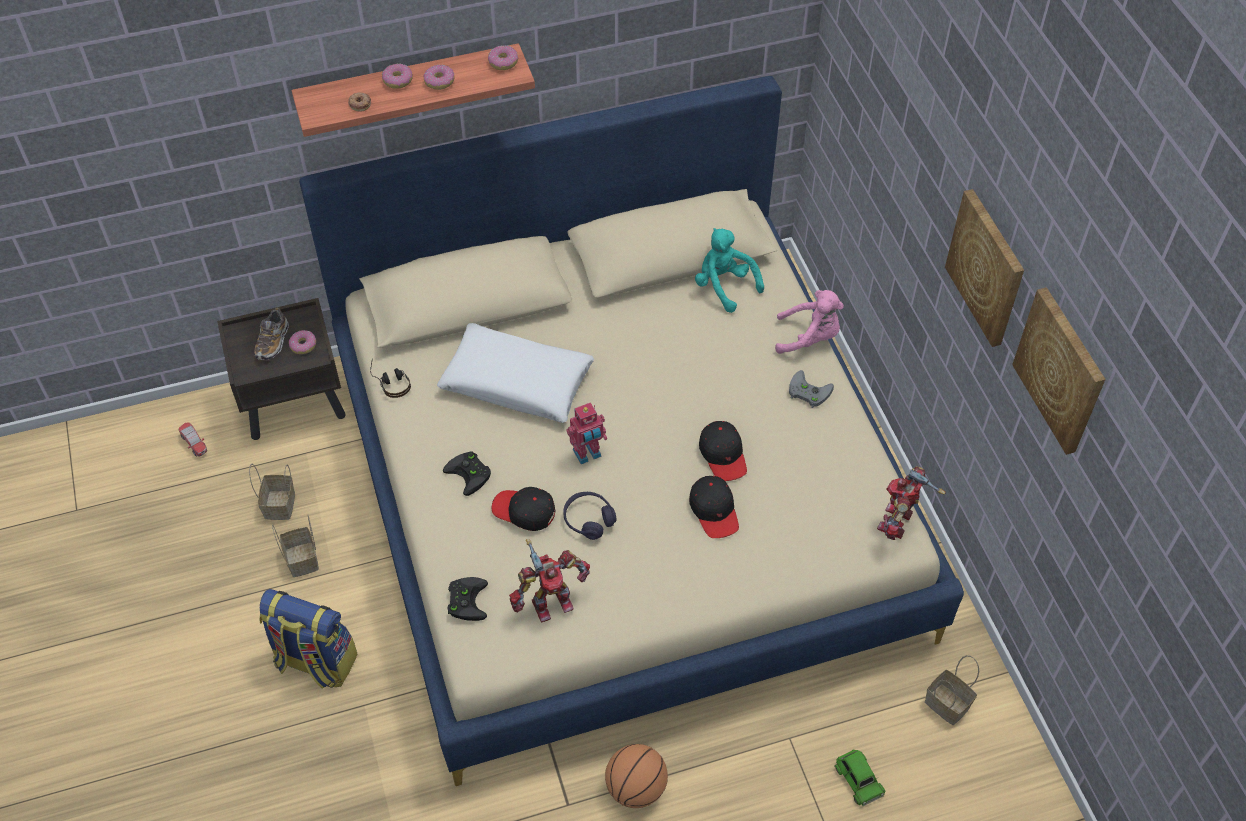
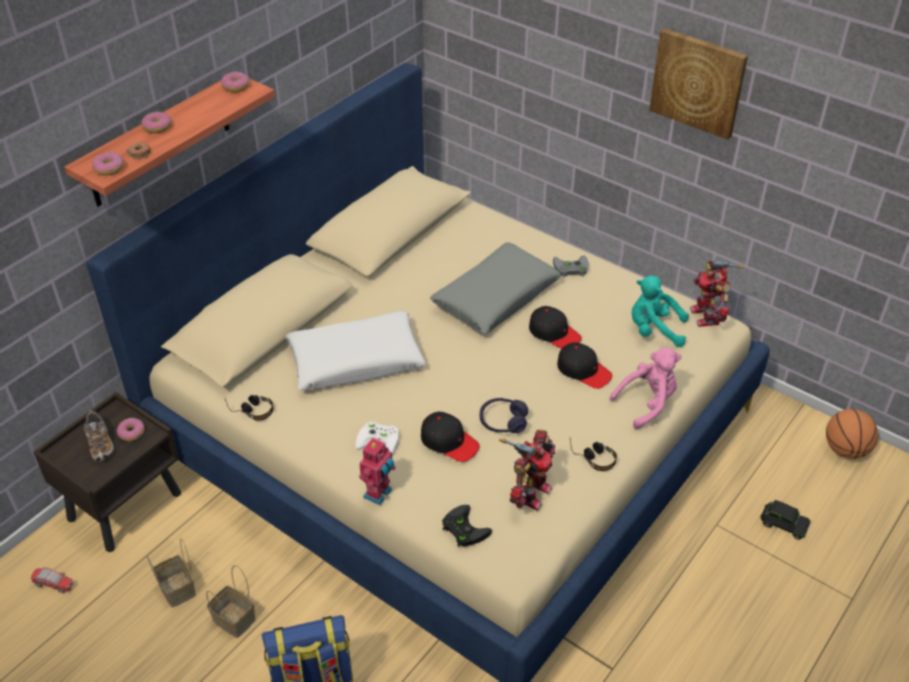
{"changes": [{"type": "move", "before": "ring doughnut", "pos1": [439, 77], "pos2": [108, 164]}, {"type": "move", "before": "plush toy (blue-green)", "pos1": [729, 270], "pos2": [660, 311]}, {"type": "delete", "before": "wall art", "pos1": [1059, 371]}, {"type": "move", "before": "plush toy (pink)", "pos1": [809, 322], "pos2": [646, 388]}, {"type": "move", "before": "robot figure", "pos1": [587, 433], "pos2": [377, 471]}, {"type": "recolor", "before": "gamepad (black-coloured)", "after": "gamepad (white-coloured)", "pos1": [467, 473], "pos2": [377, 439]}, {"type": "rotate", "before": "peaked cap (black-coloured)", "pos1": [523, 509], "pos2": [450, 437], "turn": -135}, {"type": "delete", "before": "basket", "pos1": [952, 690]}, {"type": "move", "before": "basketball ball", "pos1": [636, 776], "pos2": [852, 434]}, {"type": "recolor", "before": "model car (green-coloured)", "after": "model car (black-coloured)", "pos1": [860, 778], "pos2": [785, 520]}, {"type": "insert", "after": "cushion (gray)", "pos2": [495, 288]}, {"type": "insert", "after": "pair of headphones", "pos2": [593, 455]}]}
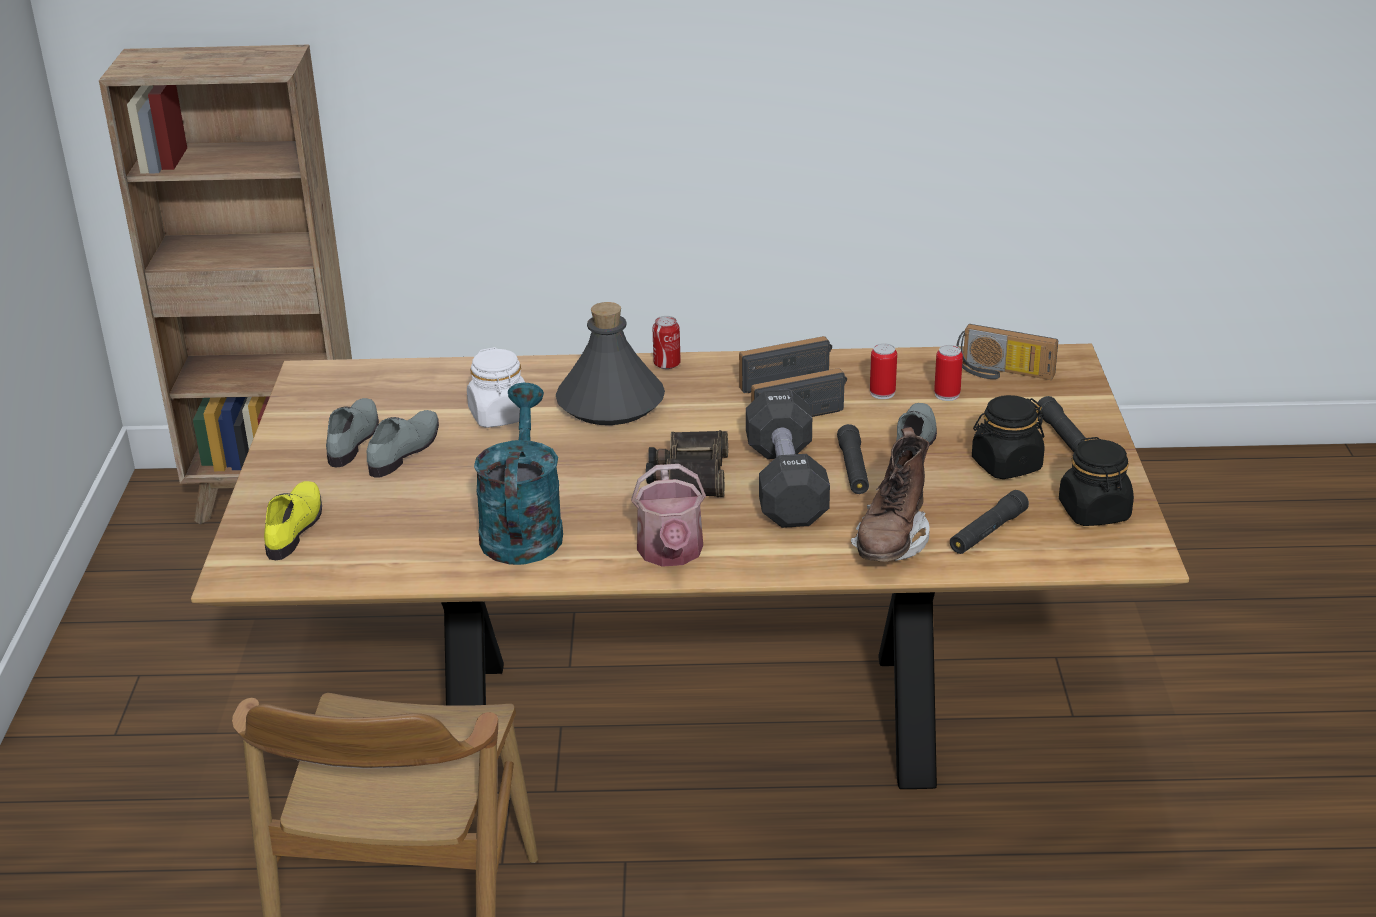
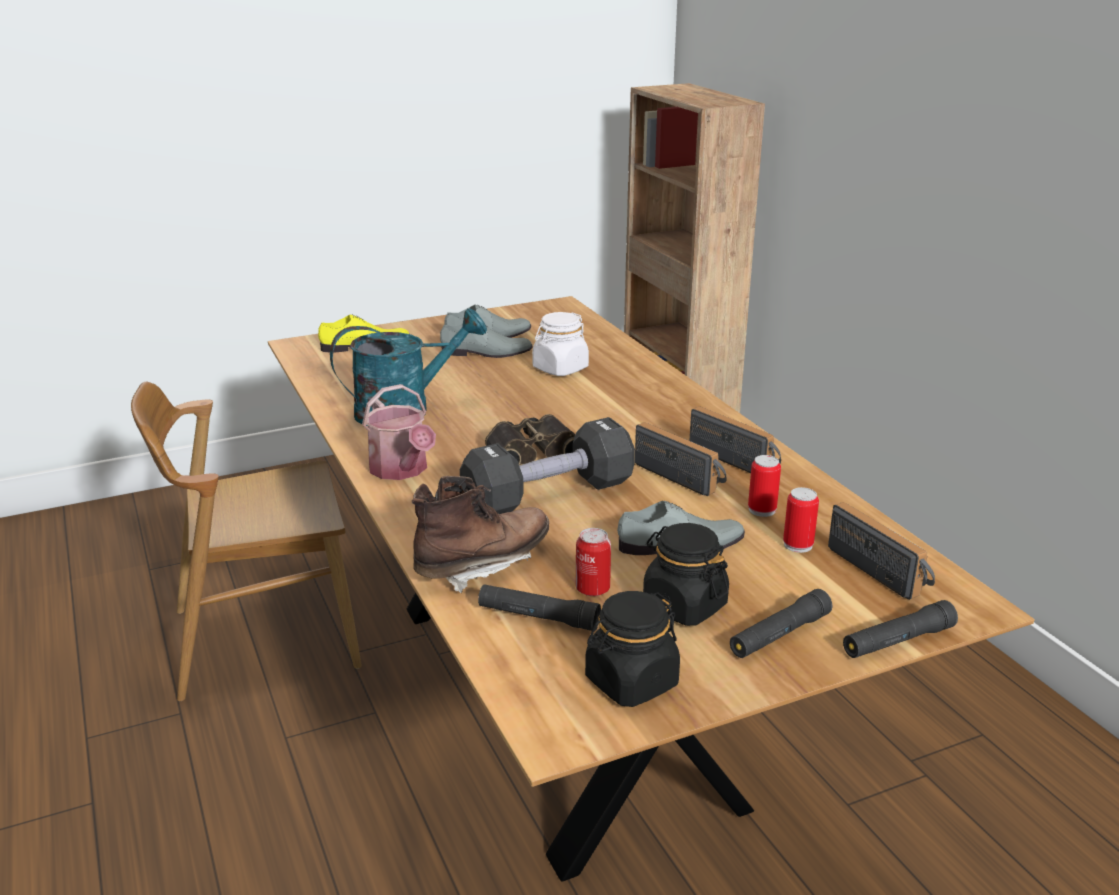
{"changes": [{"type": "delete", "before": "drink bottle (gray)", "pos1": [610, 363]}, {"type": "move", "before": "sealed can", "pos1": [667, 342], "pos2": [593, 562]}, {"type": "rotate", "before": "radio", "pos1": [1007, 352], "pos2": [881, 551], "turn": 150}, {"type": "move", "before": "torch (black-coloured)", "pos1": [853, 459], "pos2": [900, 629]}, {"type": "rotate", "before": "tall boot (brownish)", "pos1": [890, 494], "pos2": [480, 534], "turn": 150}, {"type": "rotate", "before": "sprinkling can", "pos1": [668, 515], "pos2": [399, 432], "turn": -90}]}
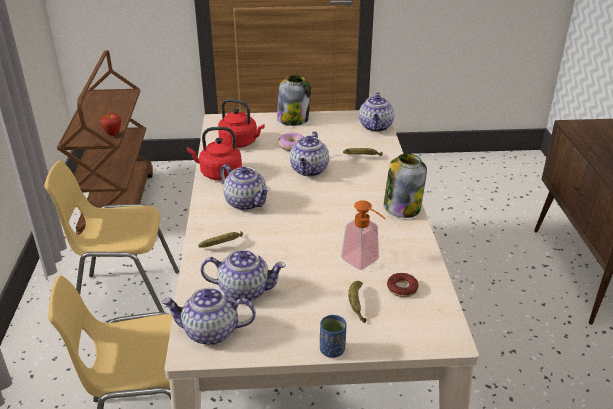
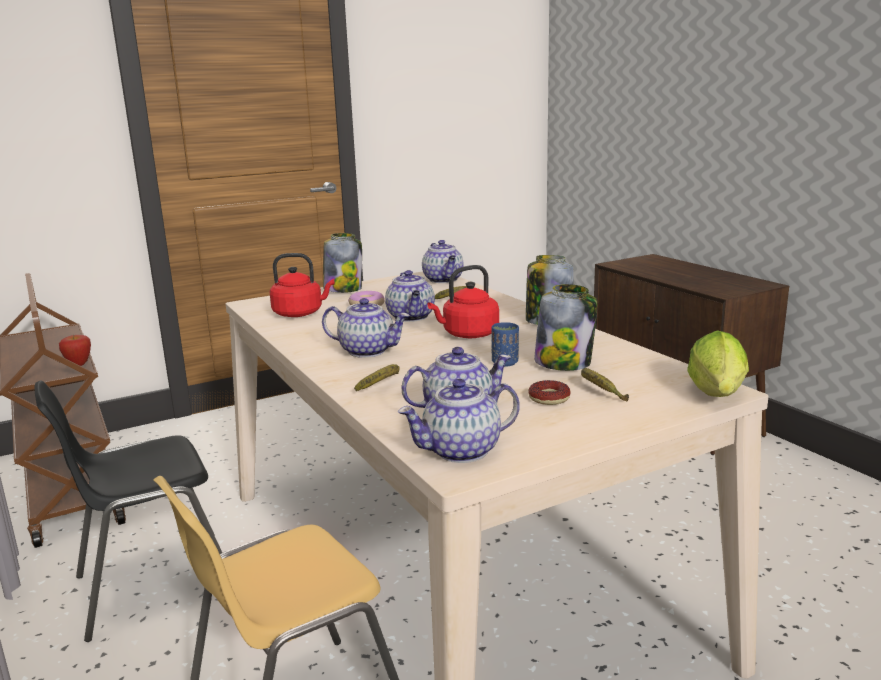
{"changes": [{"type": "move", "before": "kettle (reddish)", "pos1": [214, 153], "pos2": [463, 301]}, {"type": "recolor", "before": "plain chair (yellowish)", "after": "plain chair (black-coloured)", "pos1": [111, 236], "pos2": [128, 511]}, {"type": "replace", "before": "soap dispenser", "after": "preserve jar", "pos1": [363, 235], "pos2": [566, 327]}, {"type": "move", "before": "ring doughnut", "pos1": [403, 285], "pos2": [549, 392]}, {"type": "move", "before": "small cup (blue)", "pos1": [333, 336], "pos2": [505, 344]}, {"type": "insert", "after": "head of lettuce", "pos2": [718, 363]}]}
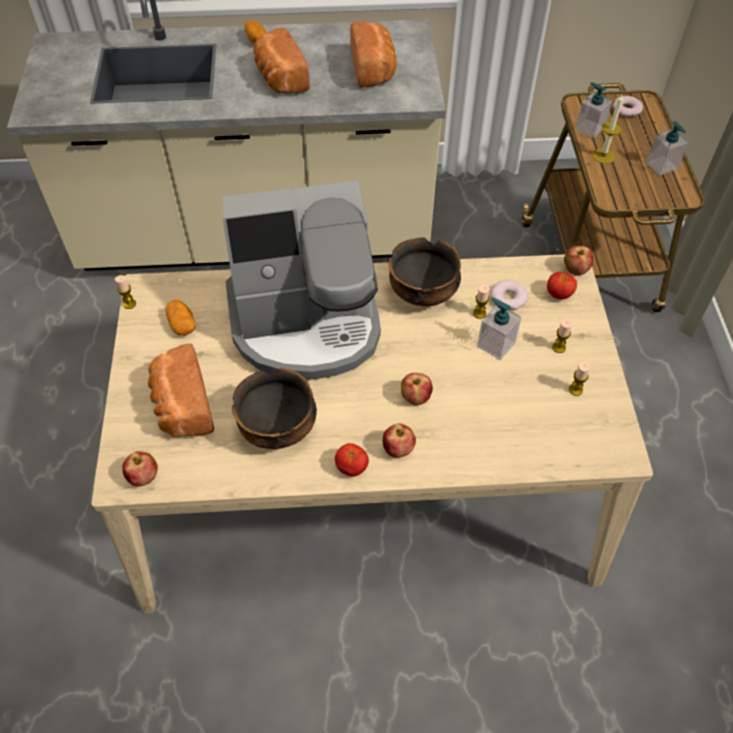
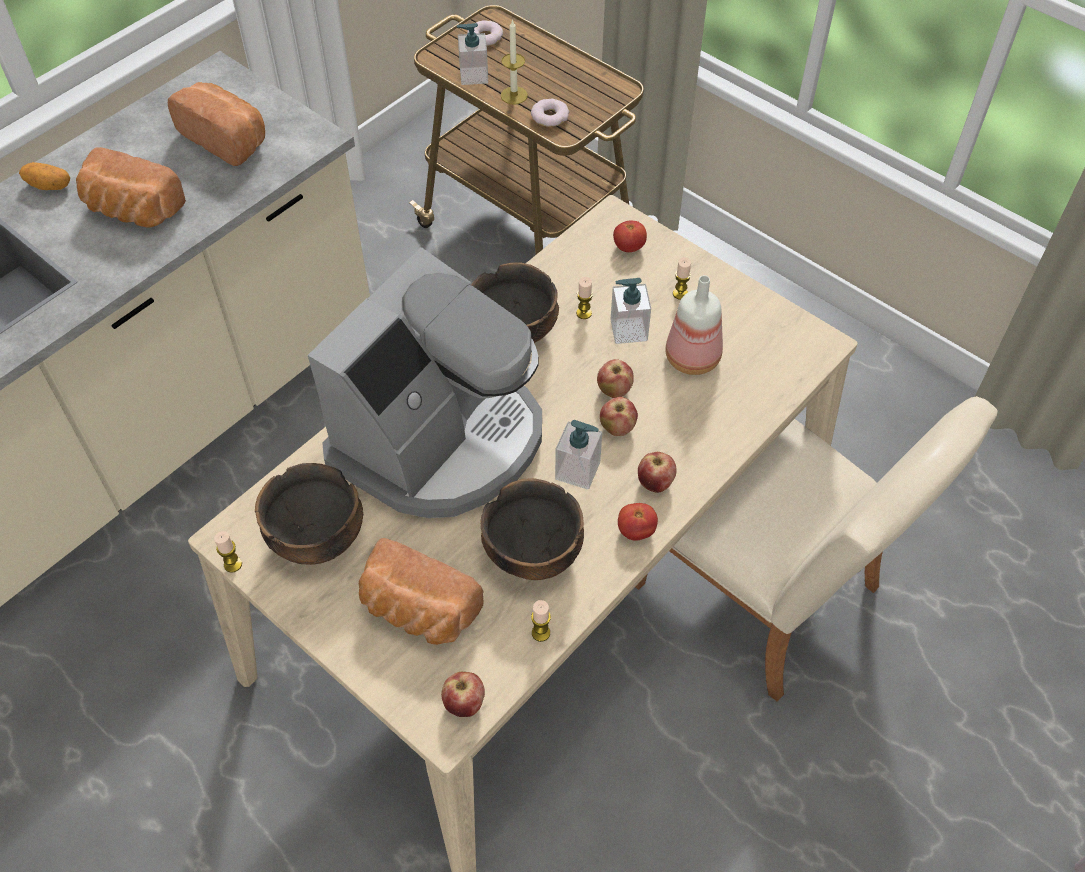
{"changes": [{"type": "move", "before": "soap dispenser", "pos1": [667, 148], "pos2": [578, 455]}, {"type": "move", "before": "apple fruit", "pos1": [578, 261], "pos2": [615, 378]}, {"type": "move", "before": "ring doughnut", "pos1": [509, 295], "pos2": [550, 113]}, {"type": "replace", "before": "potato", "after": "serving bowl", "pos1": [180, 318], "pos2": [309, 514]}, {"type": "move", "before": "wax light", "pos1": [580, 378], "pos2": [541, 621]}, {"type": "insert", "after": "drink bottle", "pos2": [694, 325]}, {"type": "insert", "after": "plain chair (beige-coloured)", "pos2": [816, 548]}]}
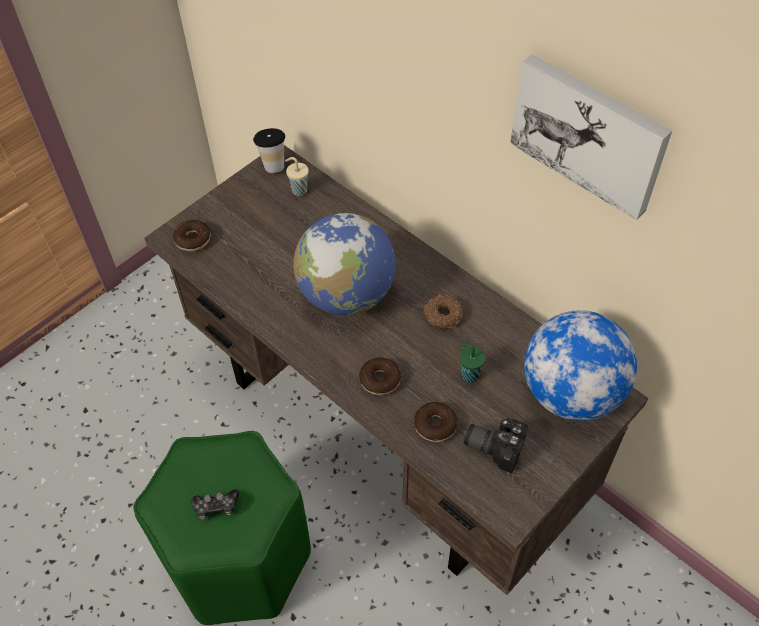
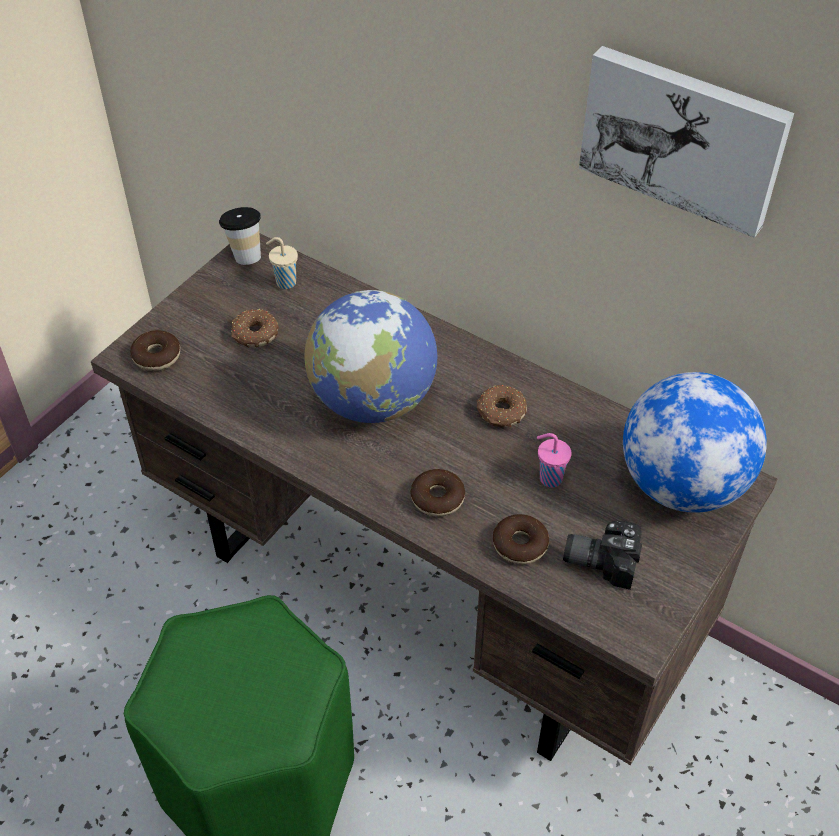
{"changes": [{"type": "recolor", "before": "small cup (green-coloured)", "after": "small cup (pink)", "pos1": [472, 363], "pos2": [554, 460]}, {"type": "delete", "before": "gamepad", "pos1": [215, 504]}, {"type": "insert", "after": "ring doughnut", "pos2": [255, 328]}]}
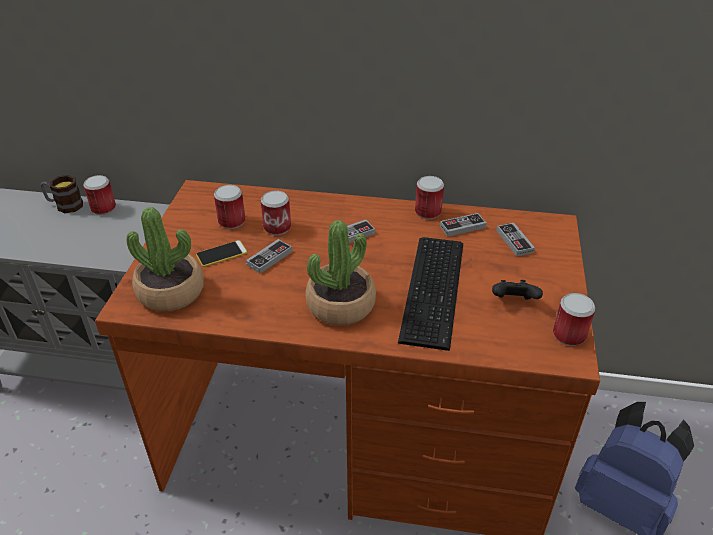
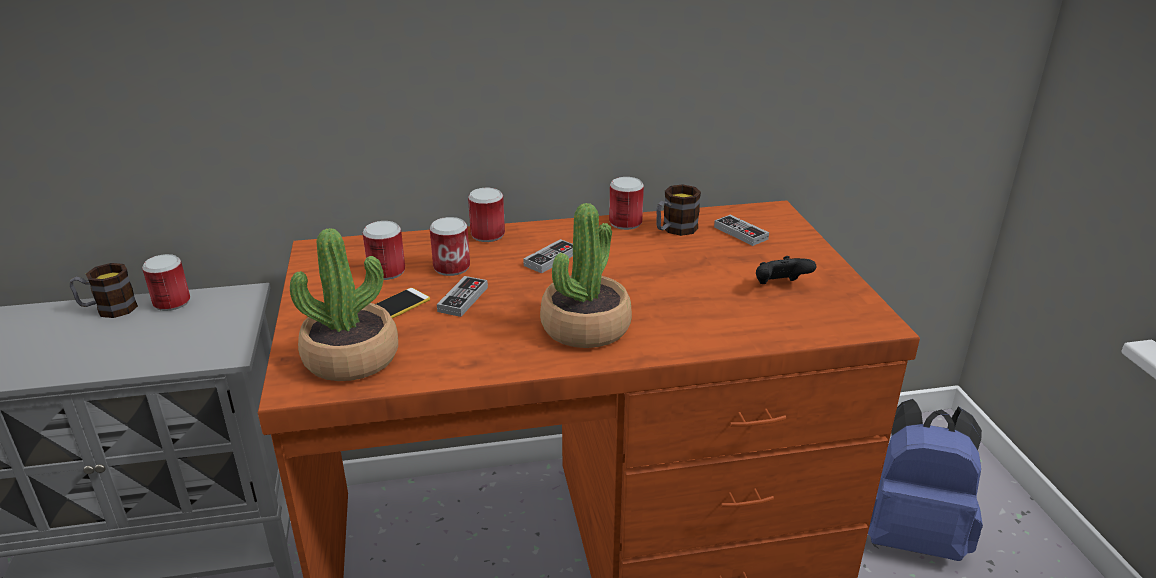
{"changes": [{"type": "replace", "before": "gamepad", "after": "mug", "pos1": [463, 225], "pos2": [678, 210]}, {"type": "delete", "before": "computer keyboard", "pos1": [430, 294]}, {"type": "move", "before": "sealed can", "pos1": [574, 319], "pos2": [486, 215]}]}
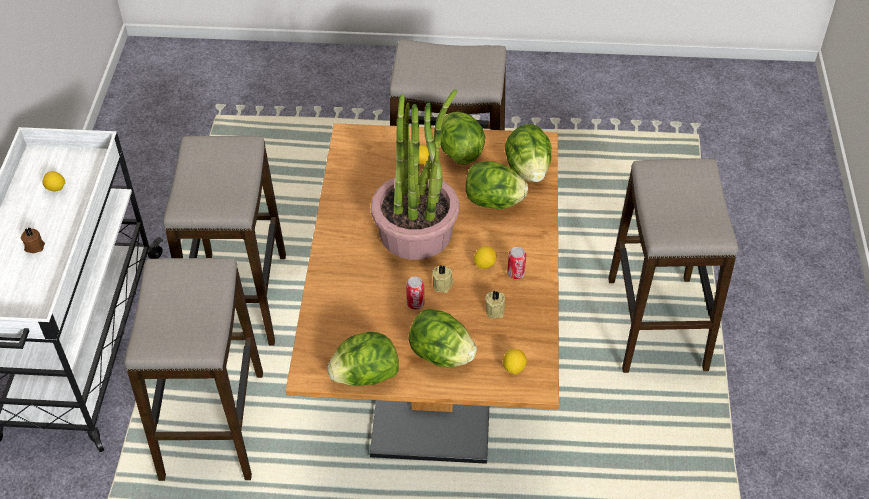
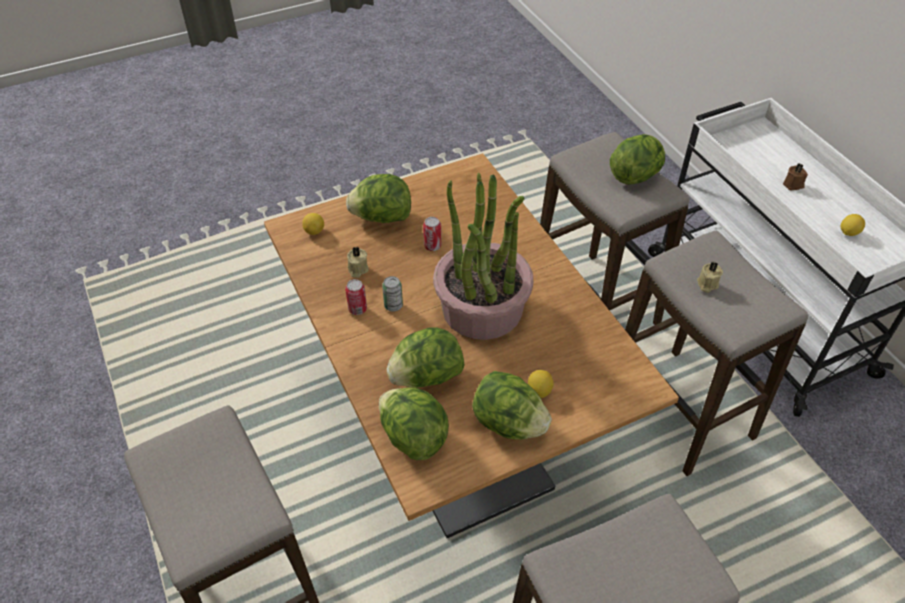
{"changes": [{"type": "replace", "before": "lemon", "after": "sealed can", "pos1": [485, 257], "pos2": [392, 294]}, {"type": "move", "before": "wax light (beige-coloured)", "pos1": [443, 279], "pos2": [710, 277]}, {"type": "move", "before": "head of lettuce", "pos1": [363, 359], "pos2": [637, 159]}]}
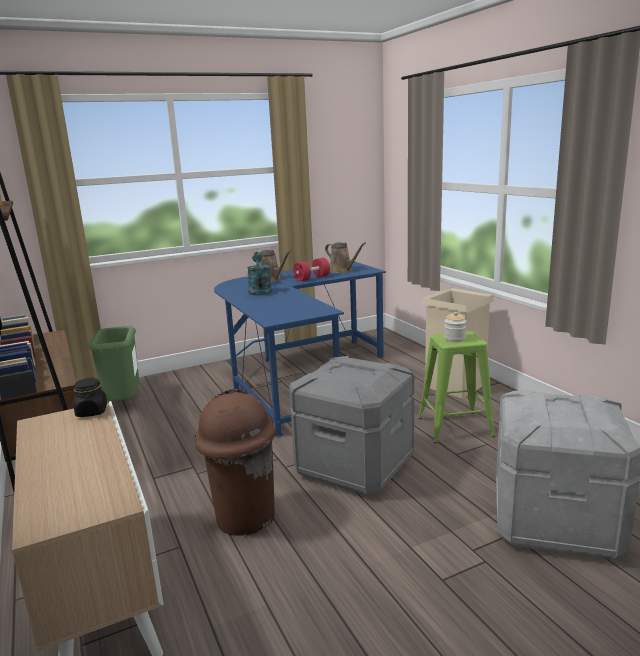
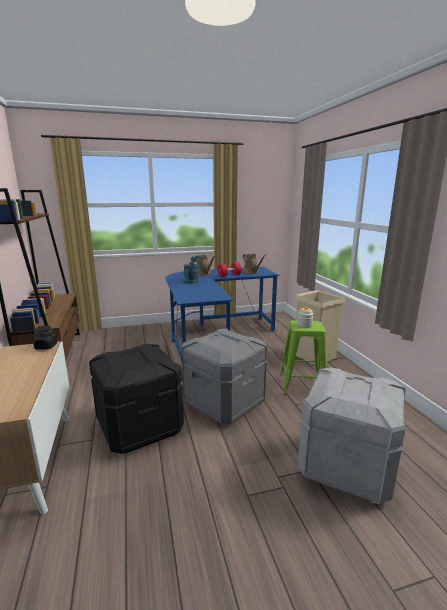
{"changes": [{"type": "delete", "before": "trash can (green-coloured)", "pos1": [114, 363]}, {"type": "replace", "before": "trash can (brownish)", "after": "storage container (black-coloured)", "pos1": [235, 462], "pos2": [136, 399]}]}
